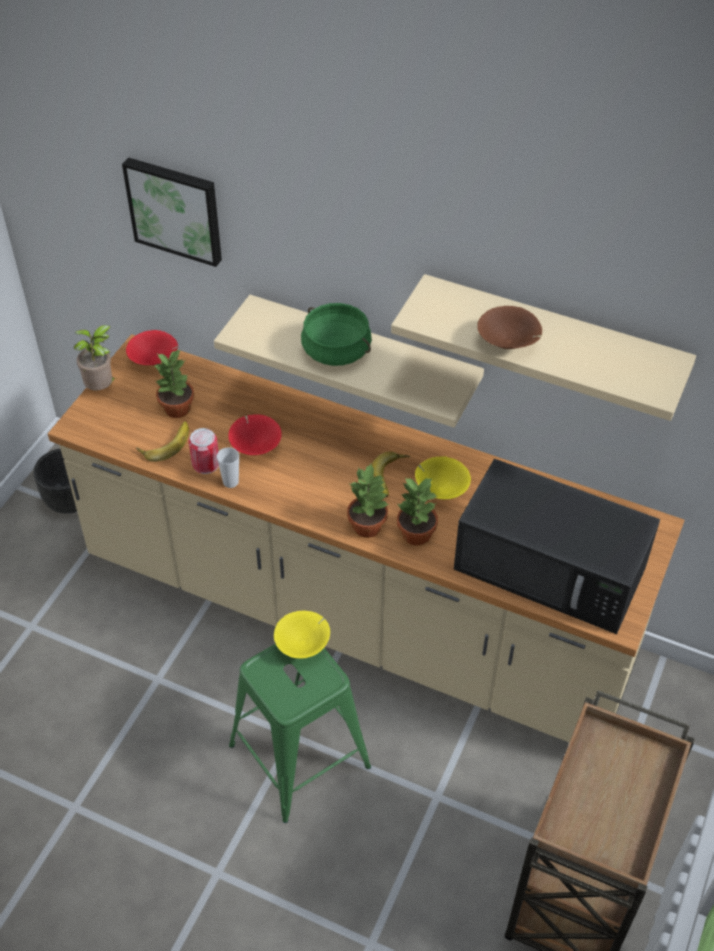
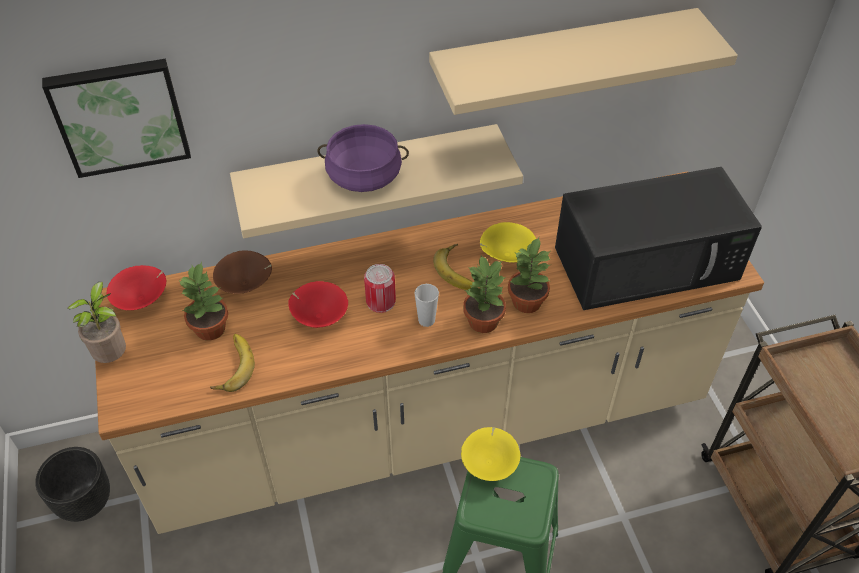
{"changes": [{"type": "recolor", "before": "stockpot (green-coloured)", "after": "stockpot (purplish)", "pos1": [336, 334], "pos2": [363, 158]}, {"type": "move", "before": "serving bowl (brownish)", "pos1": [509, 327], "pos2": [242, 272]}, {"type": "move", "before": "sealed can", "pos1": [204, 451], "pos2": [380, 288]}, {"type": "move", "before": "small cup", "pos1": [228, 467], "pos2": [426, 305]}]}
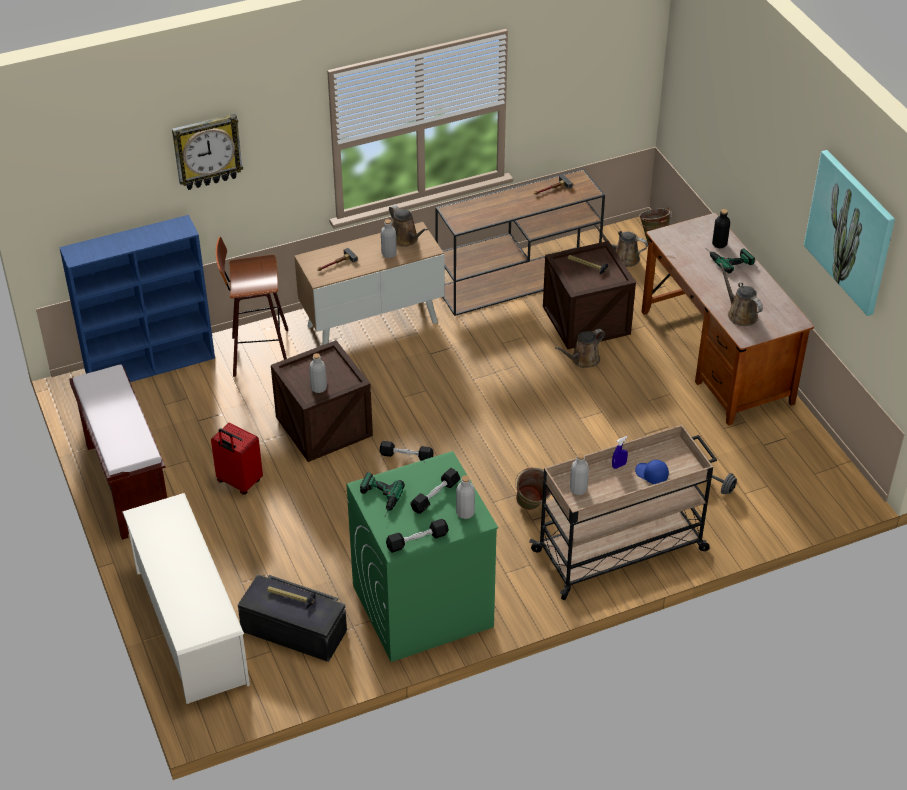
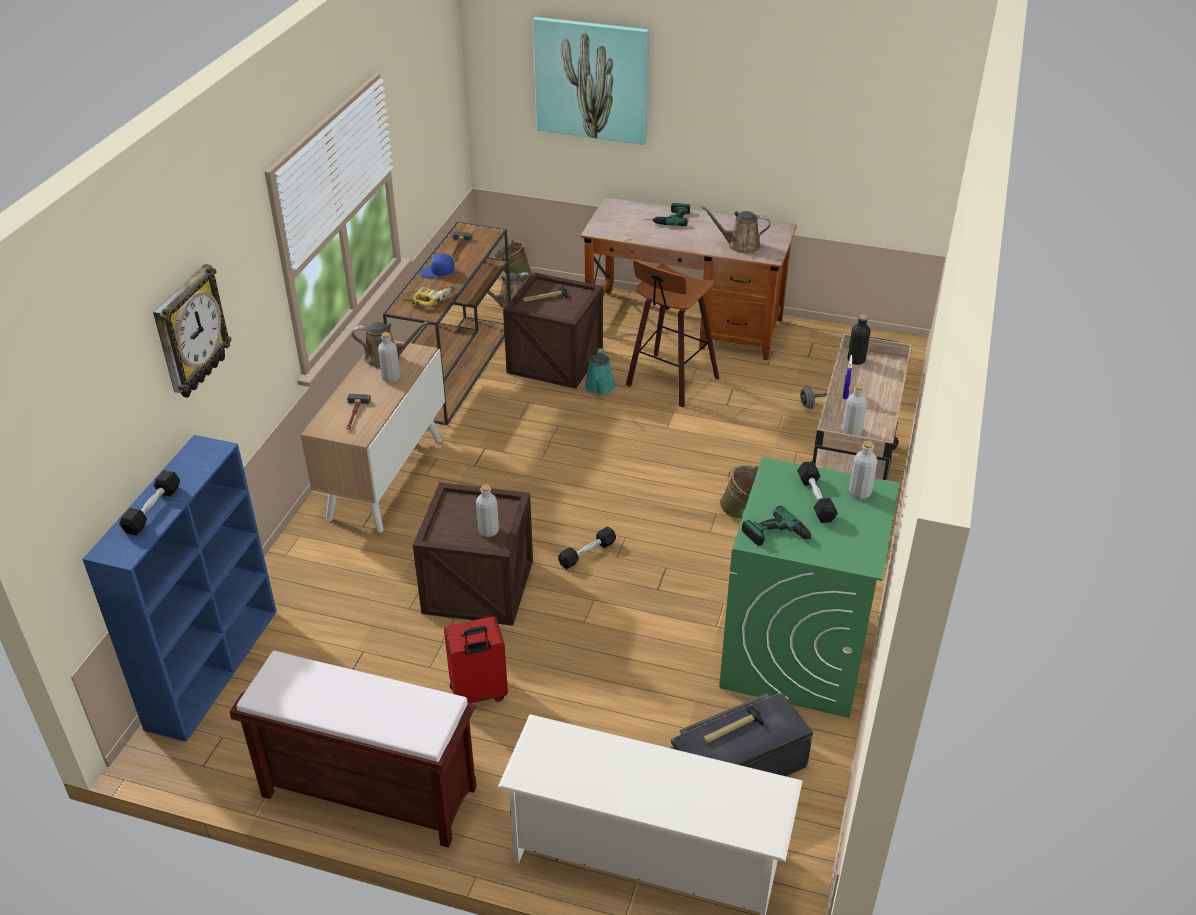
{"changes": [{"type": "move", "before": "wall art", "pos1": [849, 233], "pos2": [591, 81]}, {"type": "move", "before": "drink bottle (black-coloured)", "pos1": [721, 228], "pos2": [858, 340]}, {"type": "move", "before": "stool", "pos1": [252, 307], "pos2": [672, 334]}, {"type": "recolor", "before": "sprinkling can (brownish)", "after": "sprinkling can (blue-green)", "pos1": [580, 348], "pos2": [600, 371]}, {"type": "move", "before": "peaked cap (blue)", "pos1": [652, 472], "pos2": [437, 266]}, {"type": "move", "before": "dumbbell (black-coloured)", "pos1": [417, 536], "pos2": [149, 502]}, {"type": "insert", "after": "drill", "pos2": [428, 295]}]}
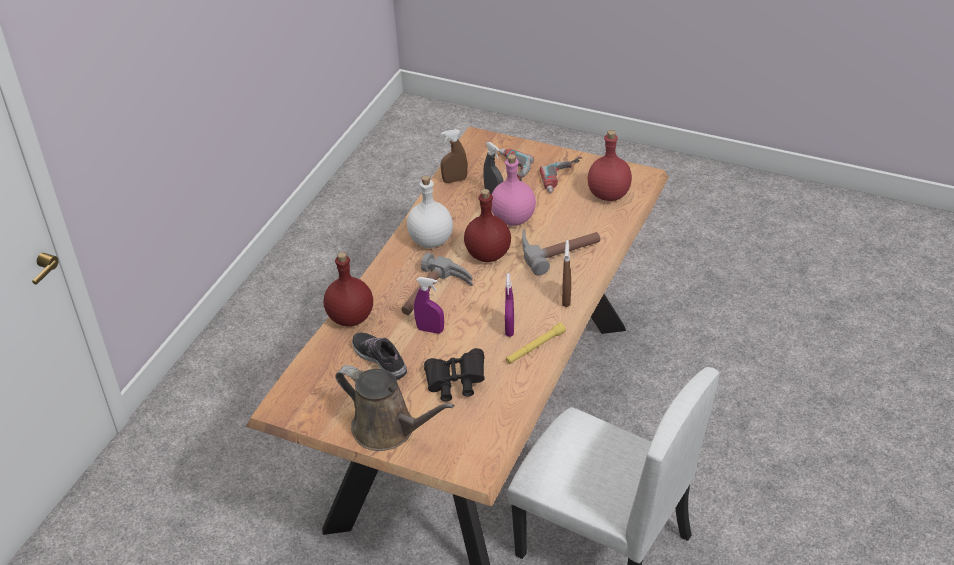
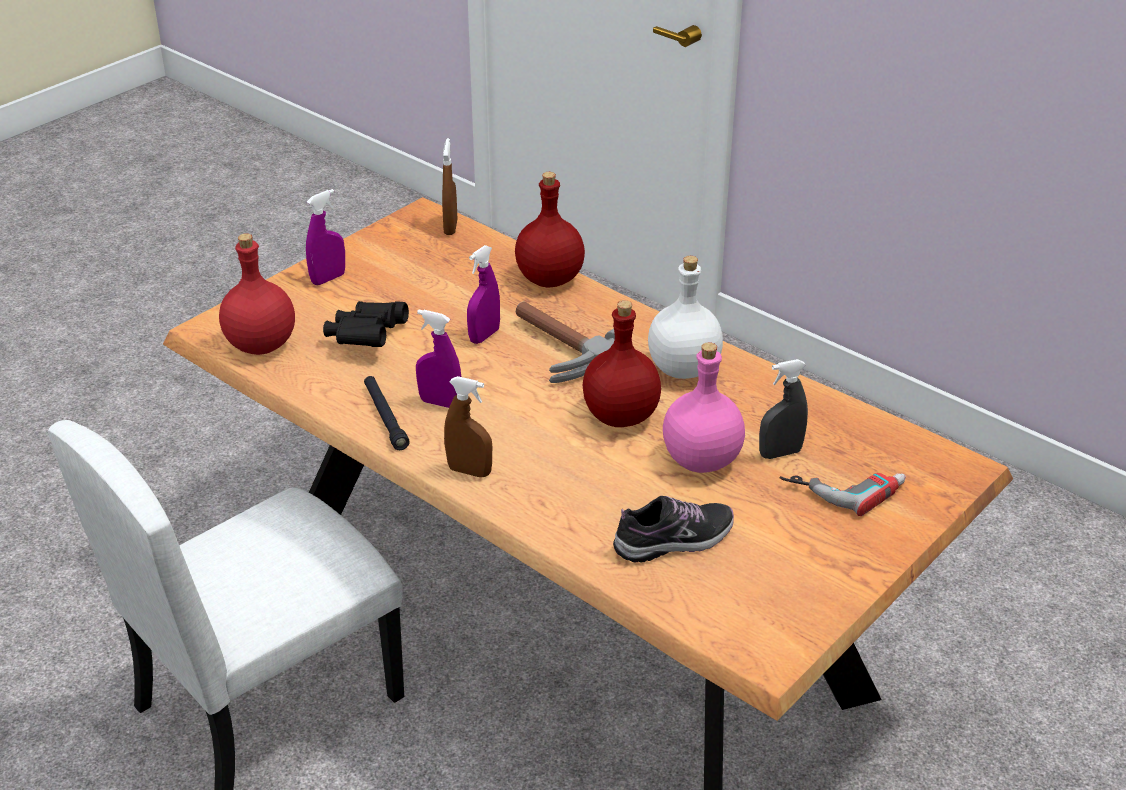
{"changes": [{"type": "move", "before": "hand sprayer (brownish)", "pos1": [454, 156], "pos2": [449, 186]}, {"type": "move", "before": "drink bottle (reddish)", "pos1": [610, 165], "pos2": [257, 294]}, {"type": "delete", "before": "drill", "pos1": [561, 175]}, {"type": "delete", "before": "hammer", "pos1": [561, 252]}, {"type": "recolor", "before": "torch (yellowish)", "after": "torch (black-coloured)", "pos1": [536, 343], "pos2": [387, 413]}, {"type": "move", "before": "item of footwear", "pos1": [379, 356], "pos2": [673, 529]}, {"type": "replace", "before": "sprinkling can (brownish)", "after": "hand sprayer (purplish)", "pos1": [395, 408], "pos2": [325, 237]}]}
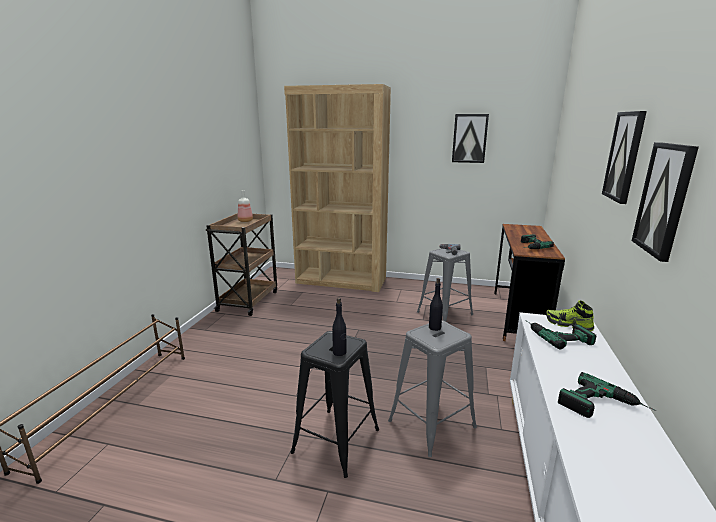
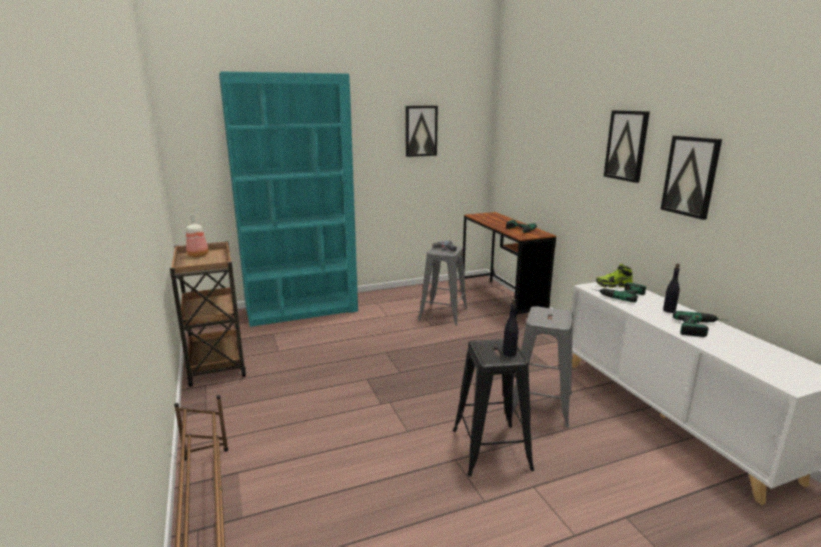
{"changes": [{"type": "recolor", "before": "bookshelf (brownish)", "after": "bookshelf (blue-green)", "pos1": [337, 188], "pos2": [288, 199]}, {"type": "move", "before": "drink bottle (black-coloured)", "pos1": [436, 304], "pos2": [671, 288]}]}
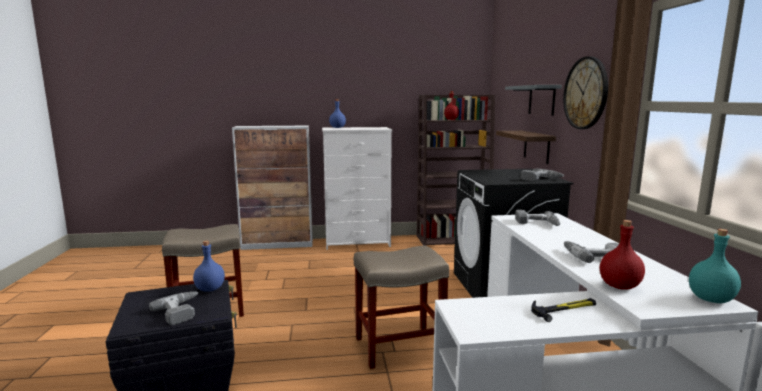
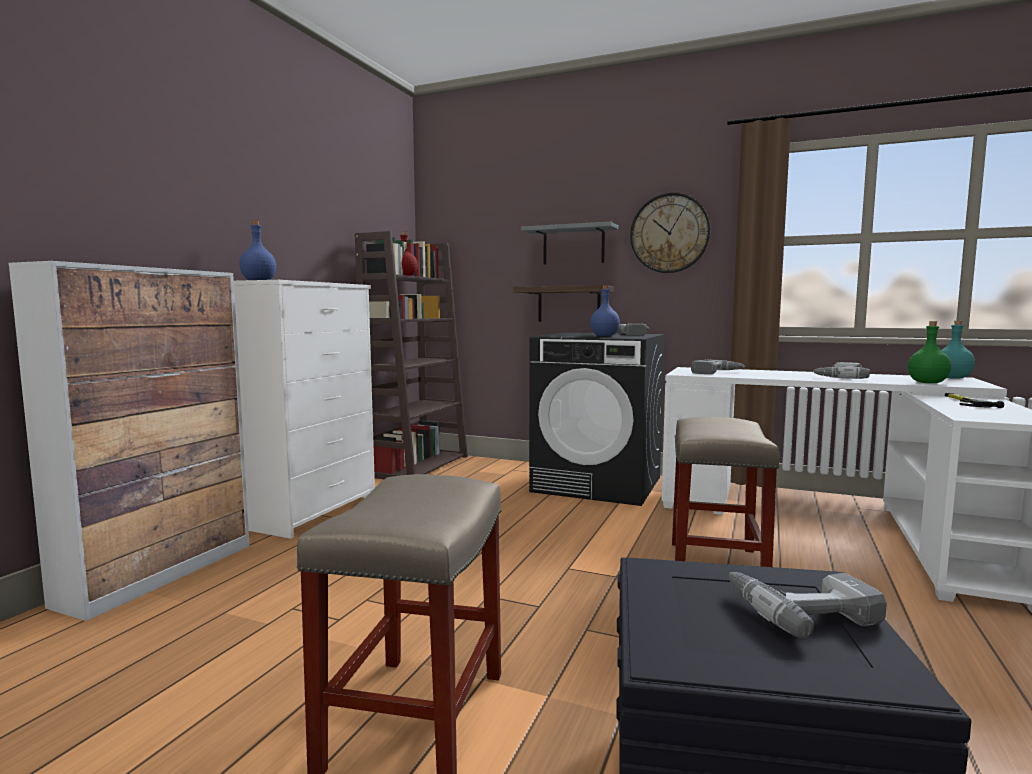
{"changes": [{"type": "recolor", "before": "drink bottle (reddish)", "after": "drink bottle (green-coloured)", "pos1": [622, 255], "pos2": [929, 352]}, {"type": "move", "before": "drink bottle (blue)", "pos1": [209, 266], "pos2": [605, 310]}]}
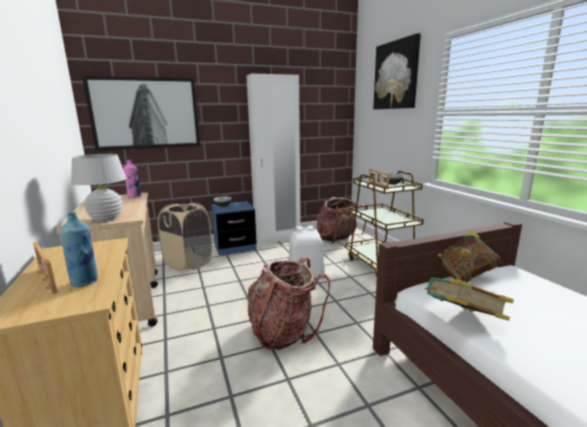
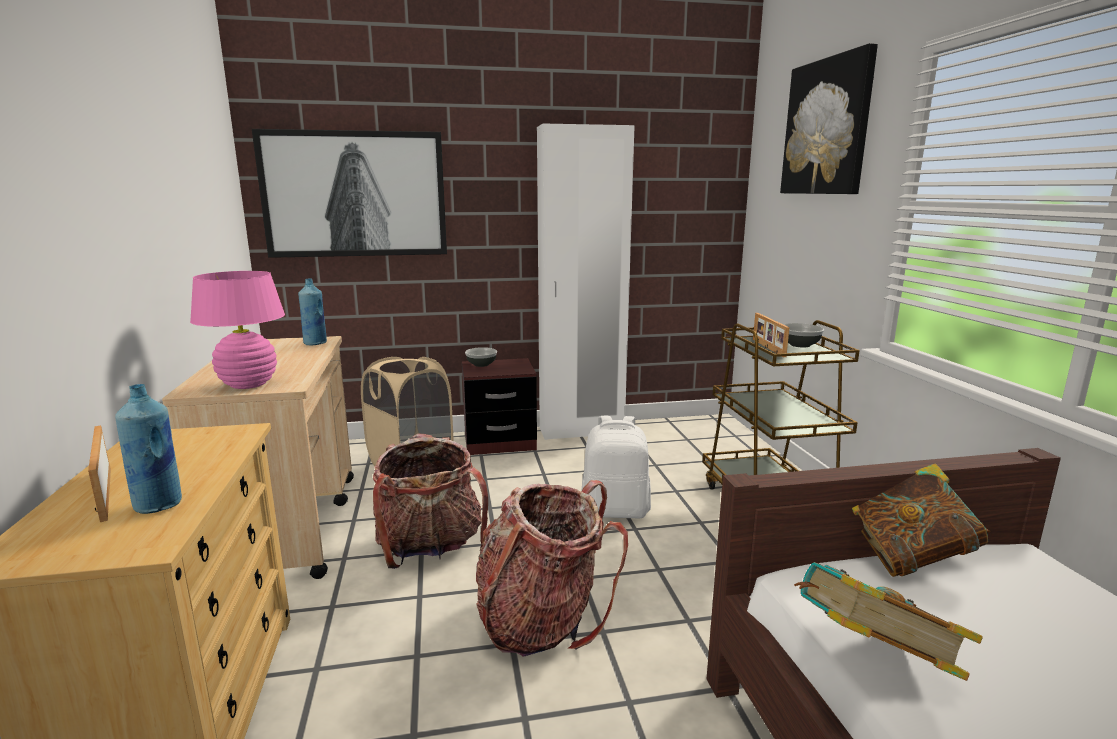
{"changes": [{"type": "recolor", "before": "lamp for a table (white-coloured)", "after": "lamp for a table (pink)", "pos1": [99, 188], "pos2": [237, 330]}, {"type": "recolor", "before": "drink bottle (pink)", "after": "drink bottle (blue)", "pos1": [132, 179], "pos2": [312, 312]}, {"type": "move", "before": "knapsack", "pos1": [341, 220], "pos2": [430, 501]}, {"type": "recolor", "before": "bedside table (blue)", "after": "bedside table (brownish)", "pos1": [234, 228], "pos2": [499, 406]}]}
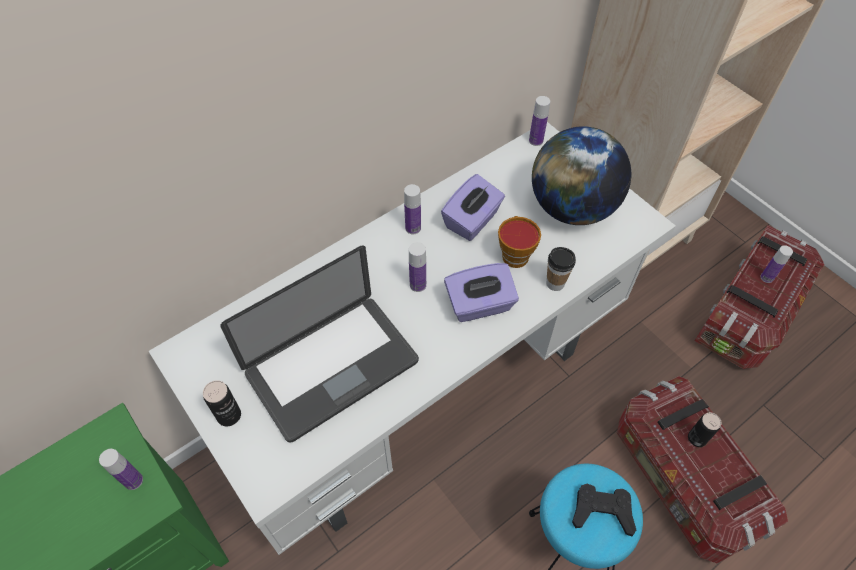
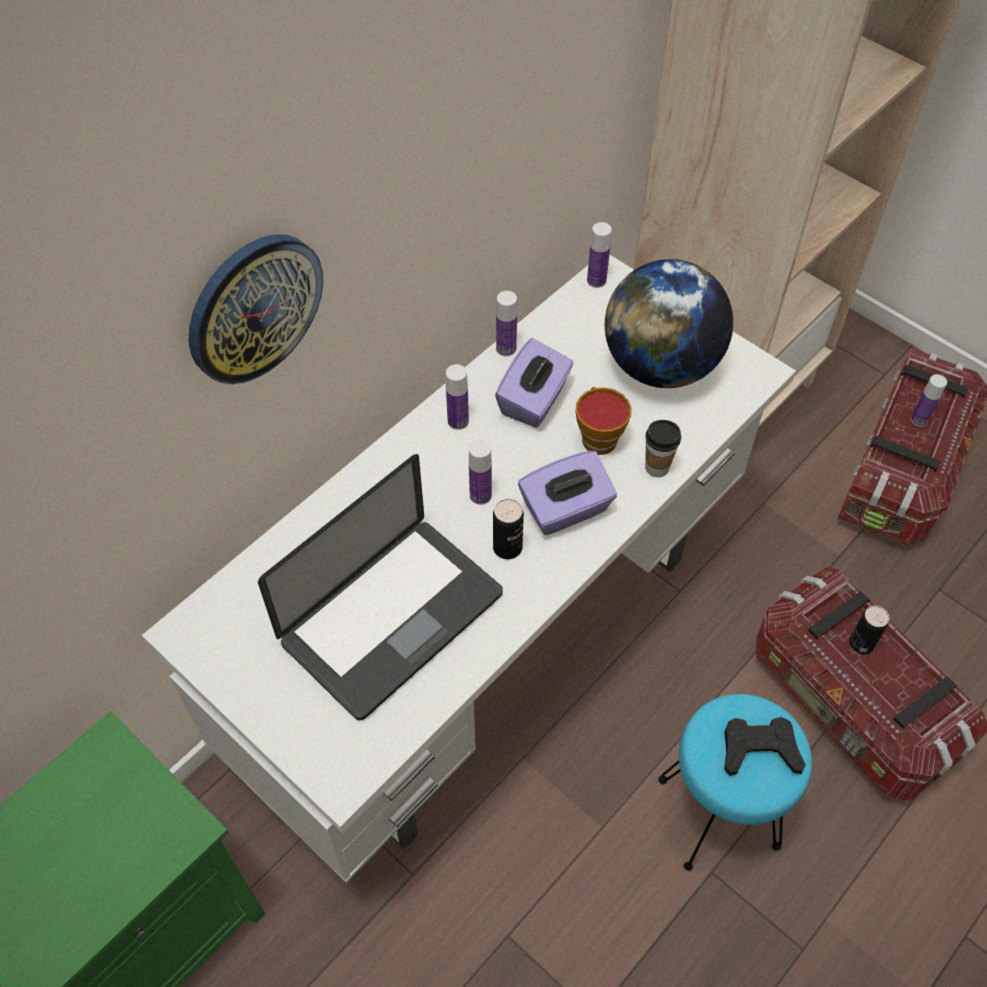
{"changes": [{"type": "move", "before": "sealed can", "pos1": [222, 403], "pos2": [508, 529]}, {"type": "move", "before": "drink bottle", "pos1": [121, 469], "pos2": [506, 323]}, {"type": "insert", "after": "hanging clock", "pos2": [255, 309]}]}
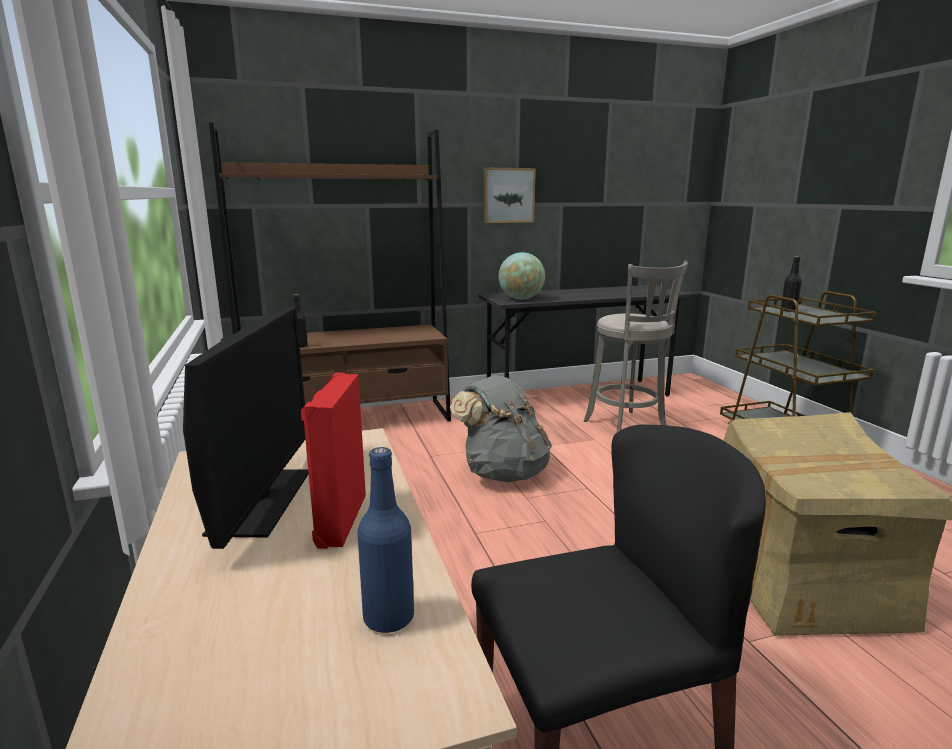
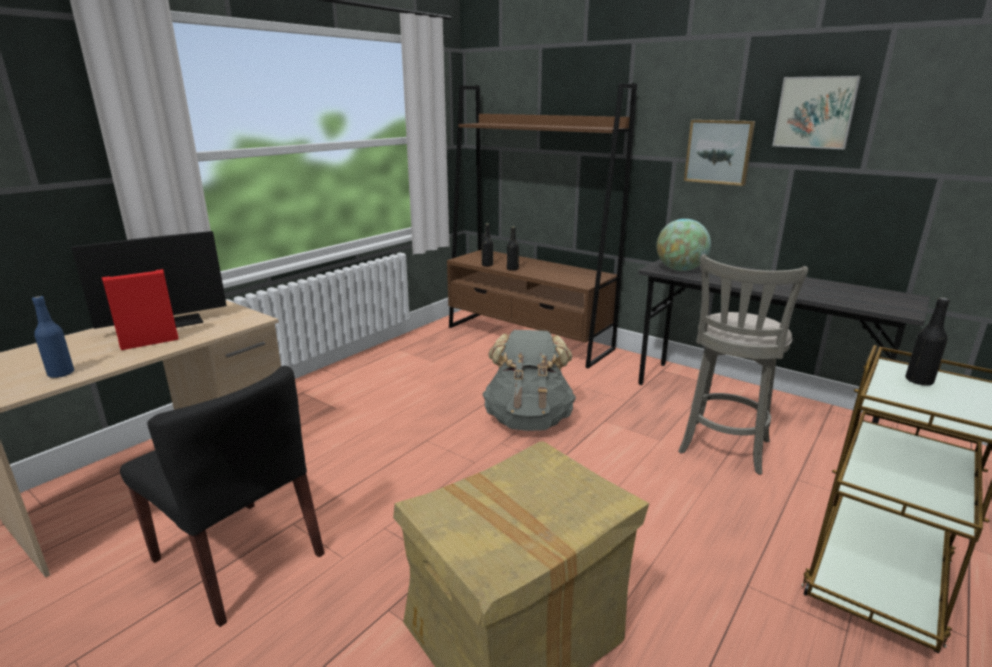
{"changes": [{"type": "insert", "after": "wall art", "pos2": [816, 112]}, {"type": "insert", "after": "drink bottle (black-coloured)", "pos2": [513, 248]}]}
